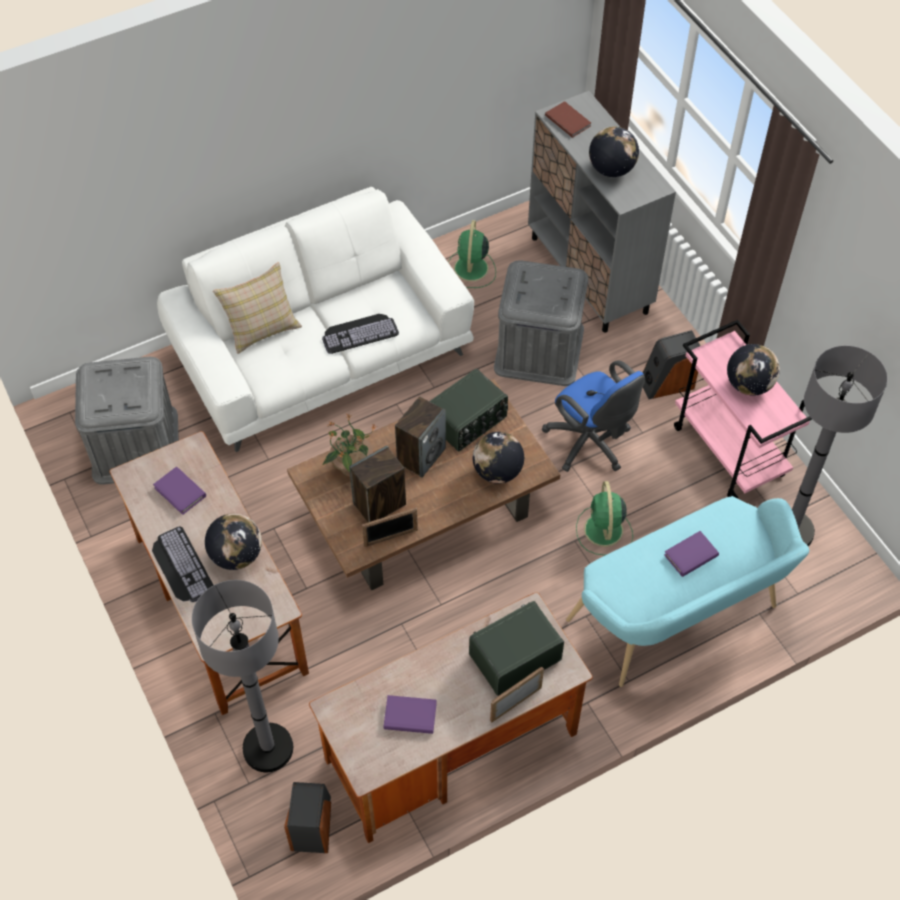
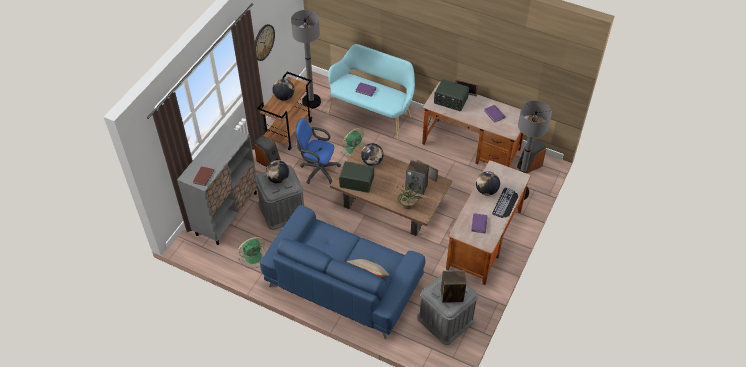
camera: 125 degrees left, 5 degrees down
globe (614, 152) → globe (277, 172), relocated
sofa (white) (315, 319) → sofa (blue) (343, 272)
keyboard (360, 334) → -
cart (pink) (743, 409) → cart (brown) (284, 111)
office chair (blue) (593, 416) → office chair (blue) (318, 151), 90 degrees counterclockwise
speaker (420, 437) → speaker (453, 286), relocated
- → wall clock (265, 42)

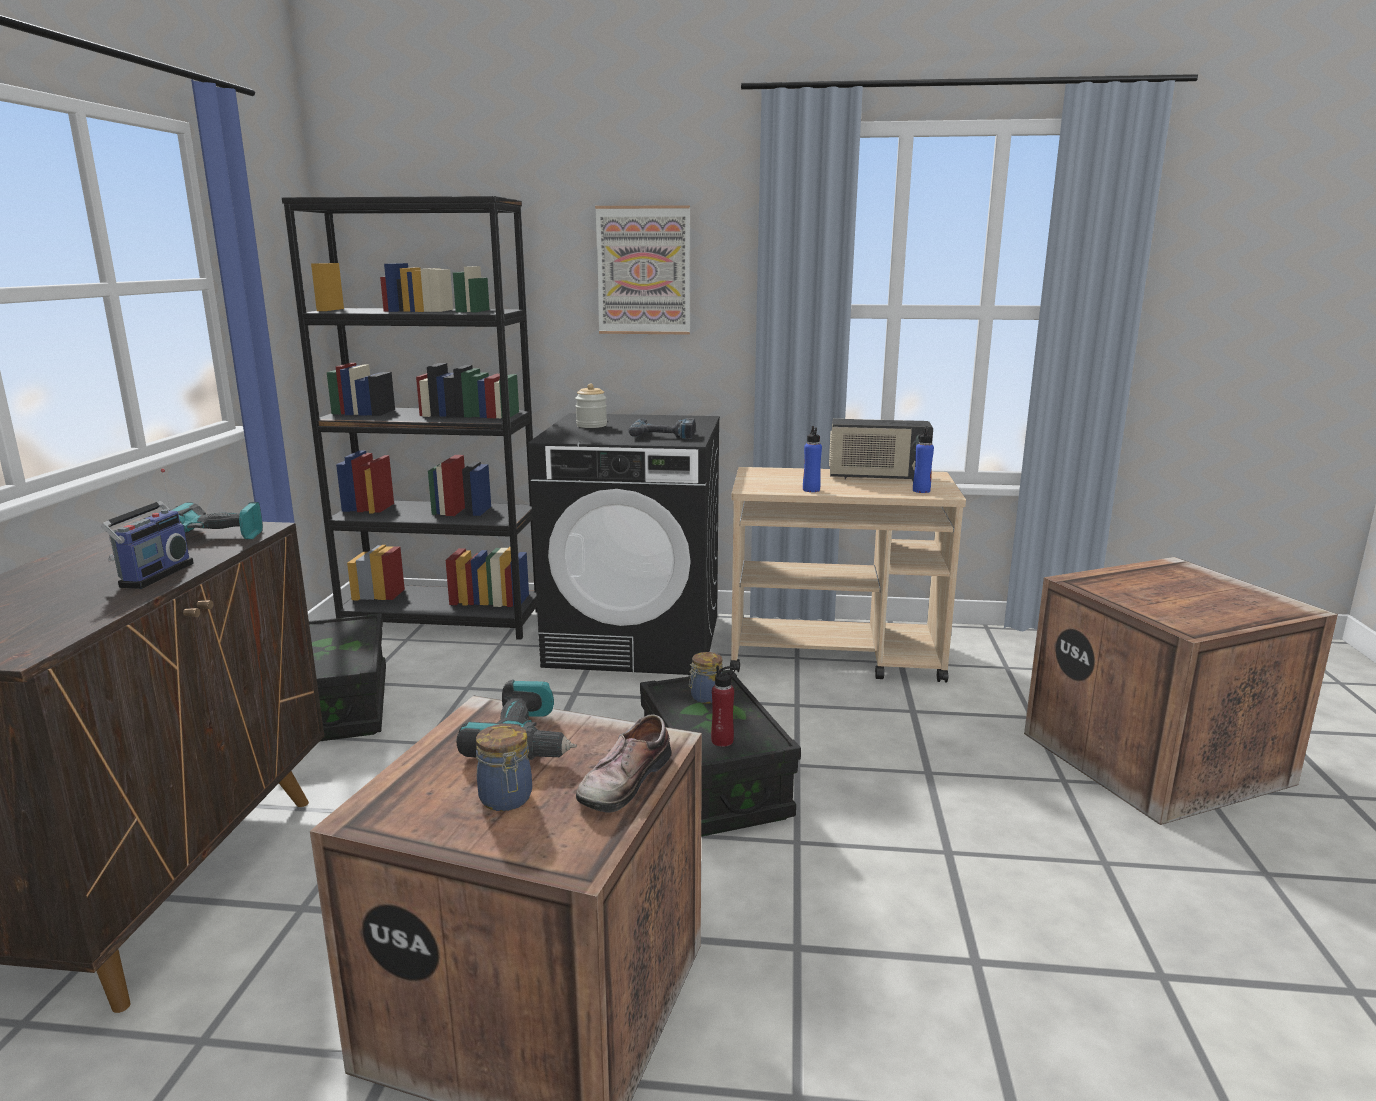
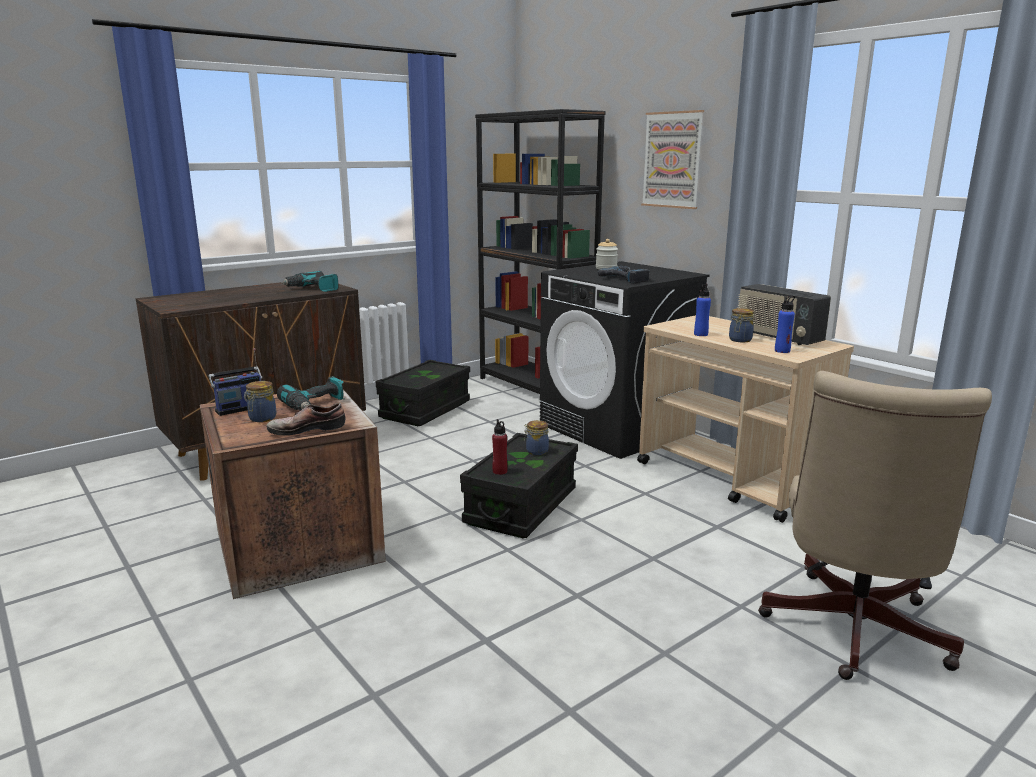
camera: 45 degrees right, 0 degrees up
radio (147, 529) → radio (235, 382), relocated
crate (1181, 691) → office chair (beige) (875, 525)
- → jar (741, 325)

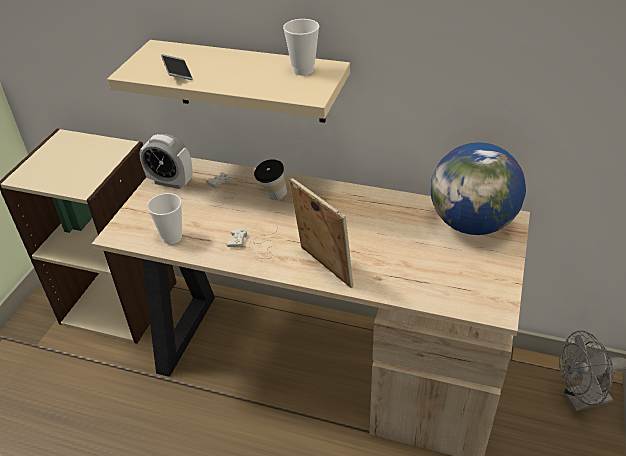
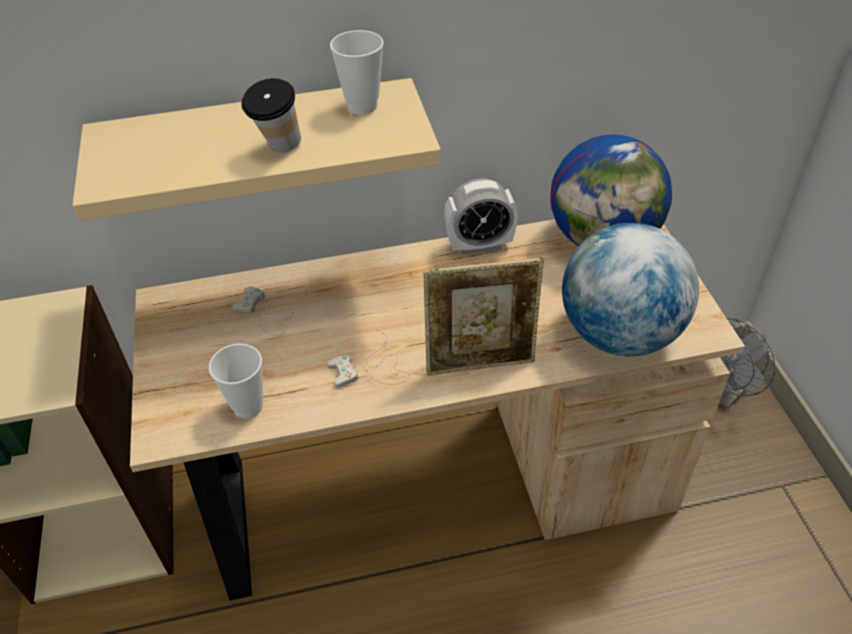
camera: 30 degrees left, 5 degrees up
phone (177, 67) → -
alarm clock (165, 161) → alarm clock (481, 216), relocated
cup (270, 179) → cup (271, 115), relocated
picture frame (321, 232) → picture frame (483, 316), 150 degrees clockwise
- → globe (630, 289)

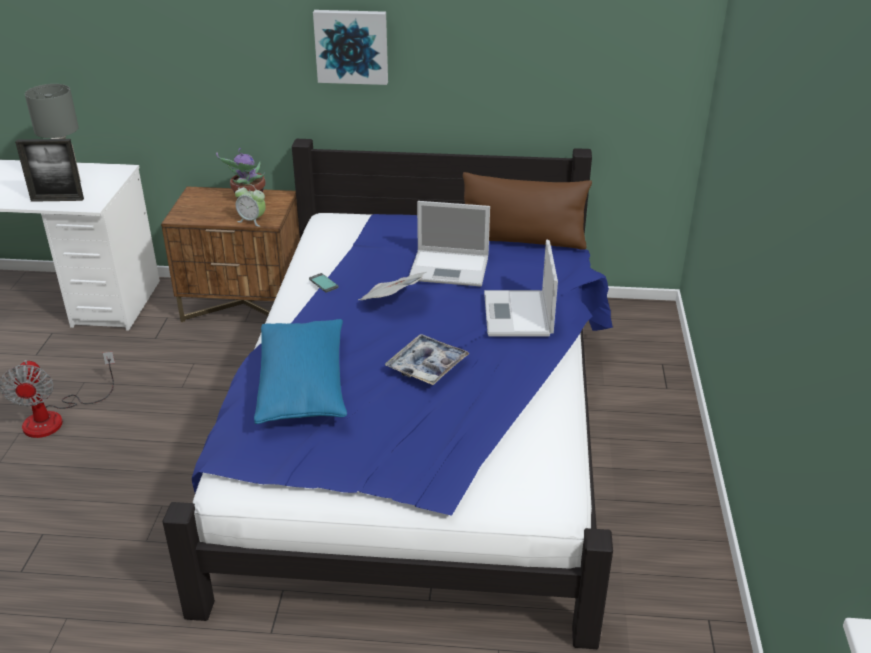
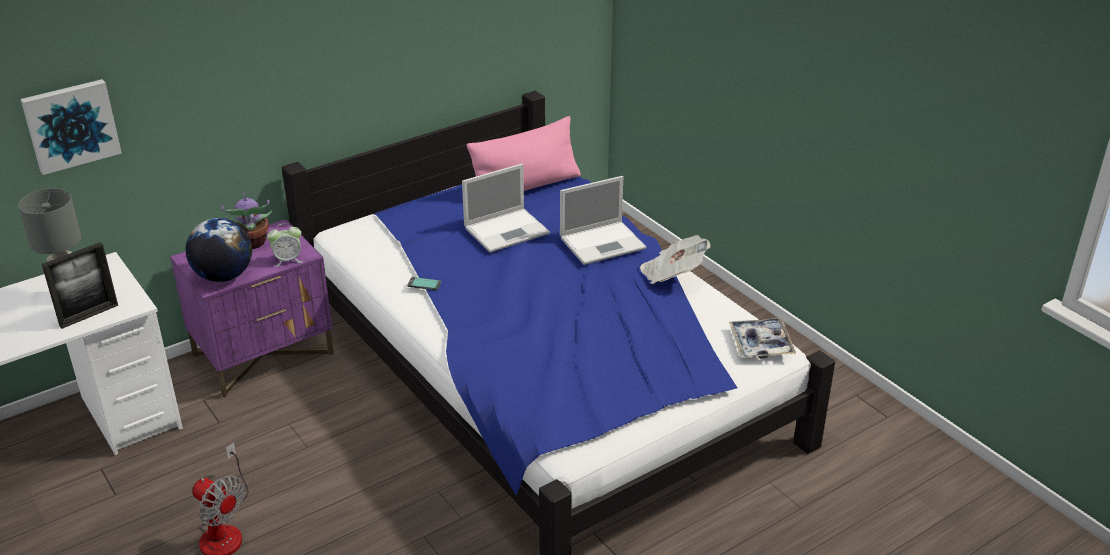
camera: 40 degrees left, 0 degrees up
picture (350, 47) → picture (71, 127), relocated
pillow (brown) (527, 210) → pillow (pink) (524, 153)
nightstand (brown) (230, 255) → nightstand (purple) (252, 308)
laptop (521, 287) → laptop (603, 220), 75 degrees counterclockwise
newspaper (392, 286) → newspaper (675, 259), relocated
pillow (blue) (300, 371) → -
tray (427, 359) → tray (762, 338), relocated
- → globe (219, 250)

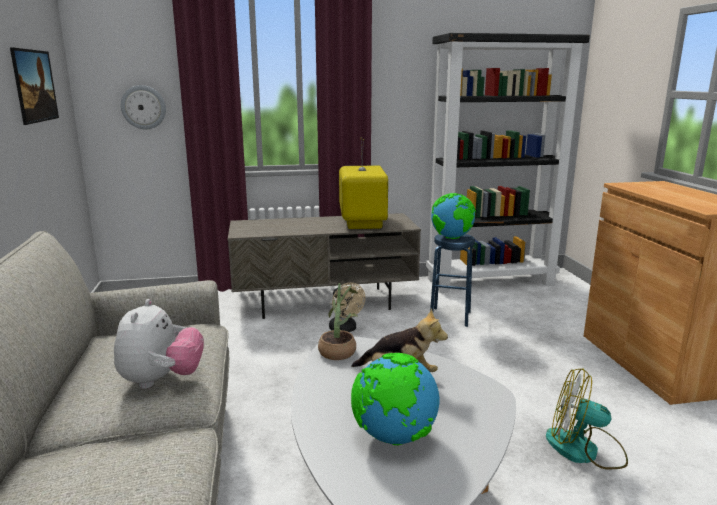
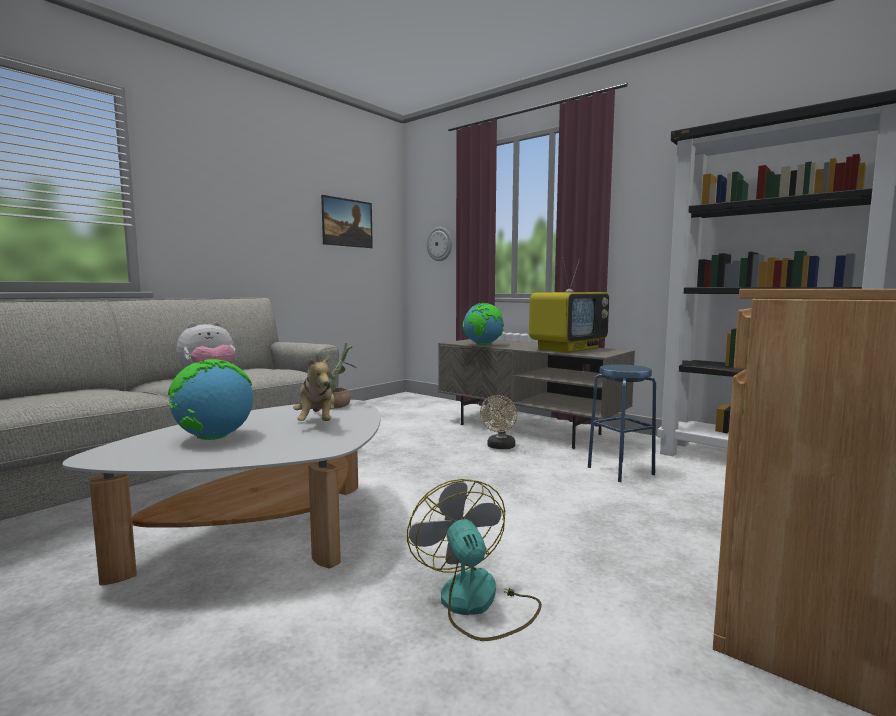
camera: 50 degrees right, 10 degrees down
globe (453, 216) → globe (483, 324), relocated

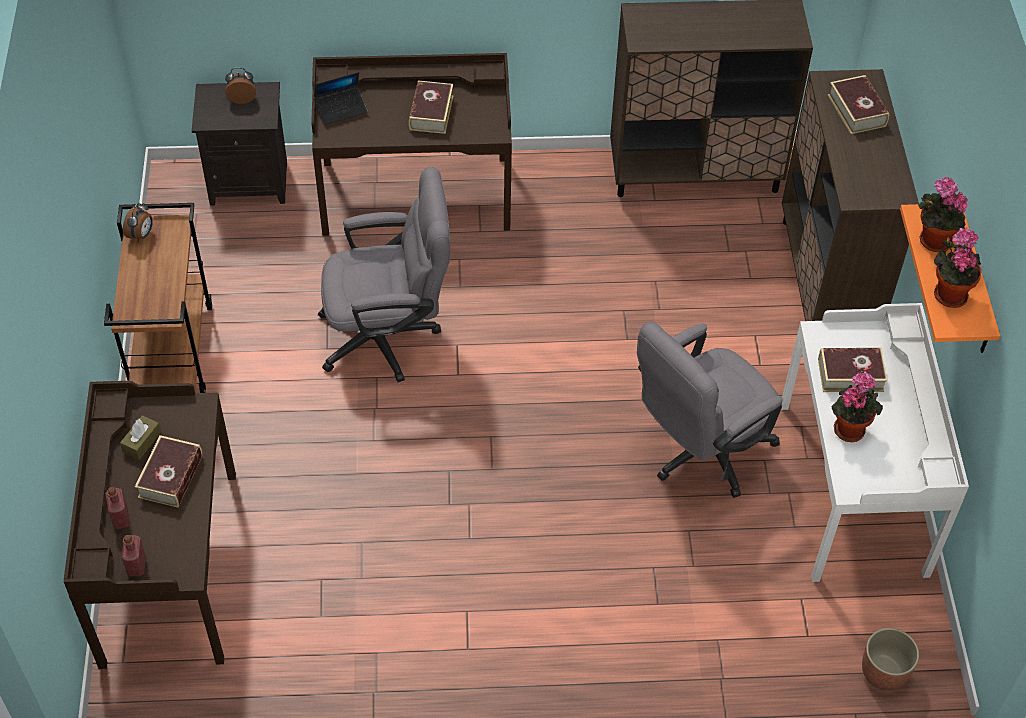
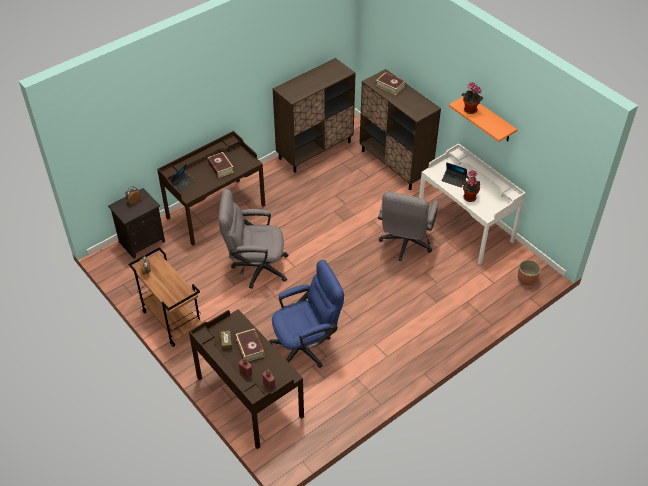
camera: 35 degrees left, 5 degrees down
office chair (grey) (384, 274) → office chair (grey) (253, 239), 135 degrees counterclockwise
potted plant (958, 267) → -
book (853, 370) → laptop (454, 175)
- → office chair (blue) (306, 314)

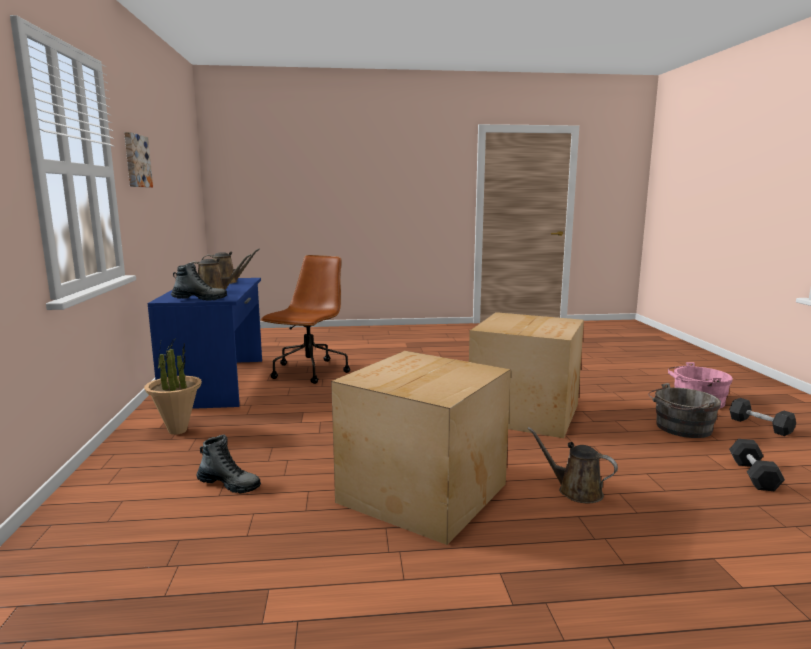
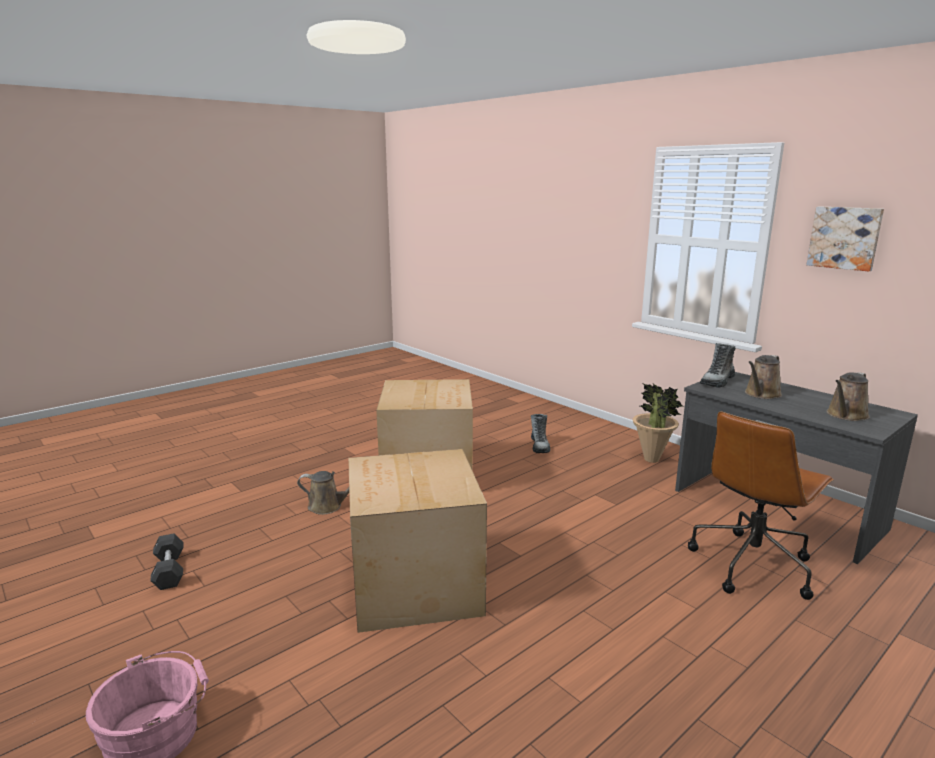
camera: 145 degrees right, 5 degrees up
office chair (brown) (305, 319) → office chair (brown) (761, 505), 60 degrees clockwise
desk (blue) (205, 343) → desk (grey) (796, 468)
bucket (grey) (684, 410) → -
dumbbell (black) (762, 417) → -
boot (229, 463) → boot (540, 433), 75 degrees counterclockwise

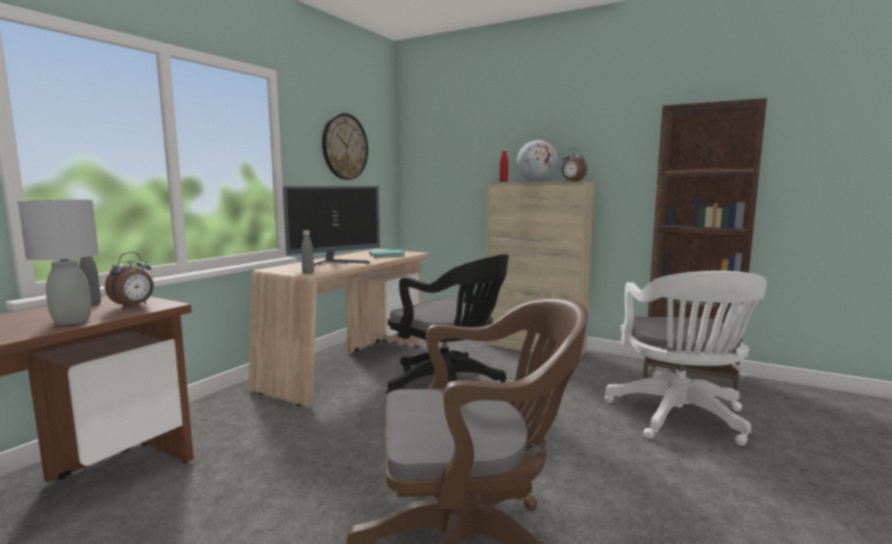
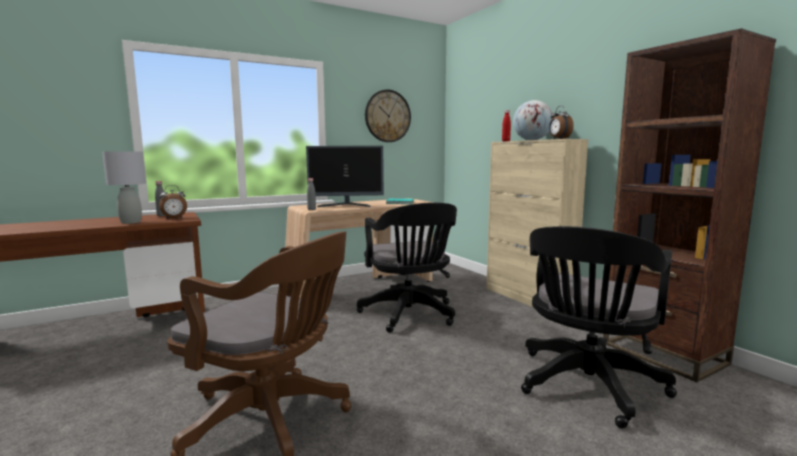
camera: 30 degrees right, 0 degrees up
office chair (white) (686, 358) → office chair (black) (599, 327)

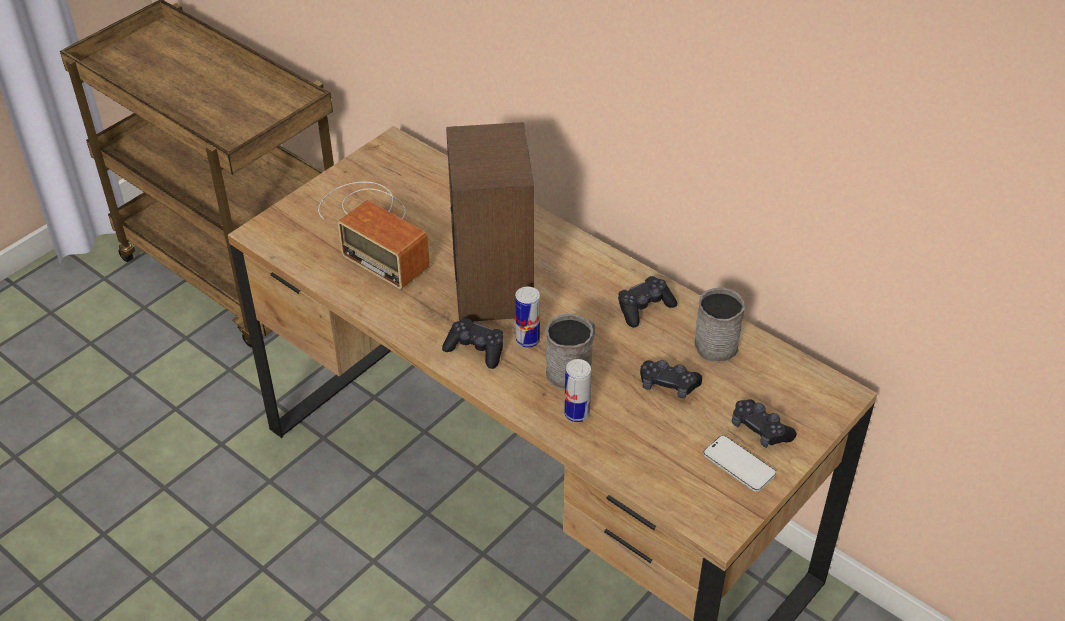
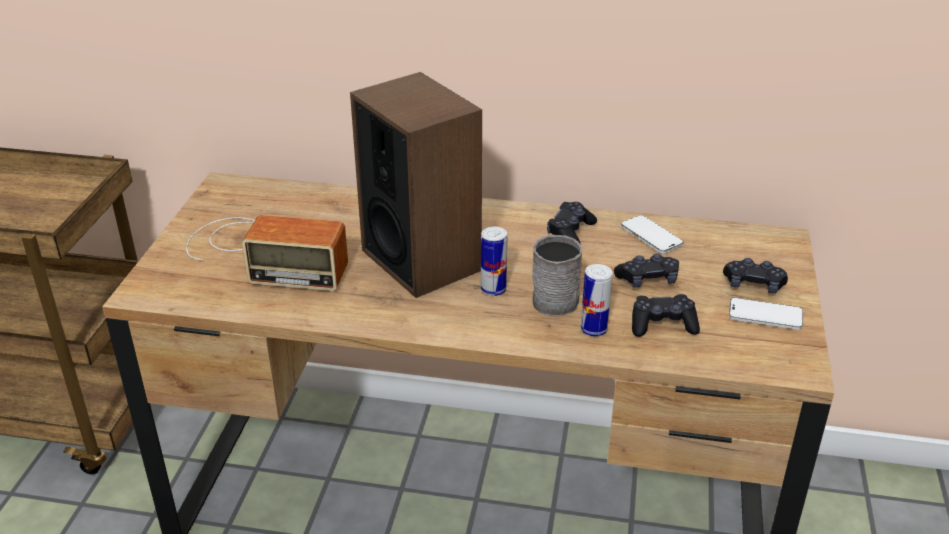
camera: 30 degrees left, 10 degrees down
mug (grey) (719, 325) → phone (652, 234)
game controller (black) (472, 343) → game controller (black) (666, 315), relocated

